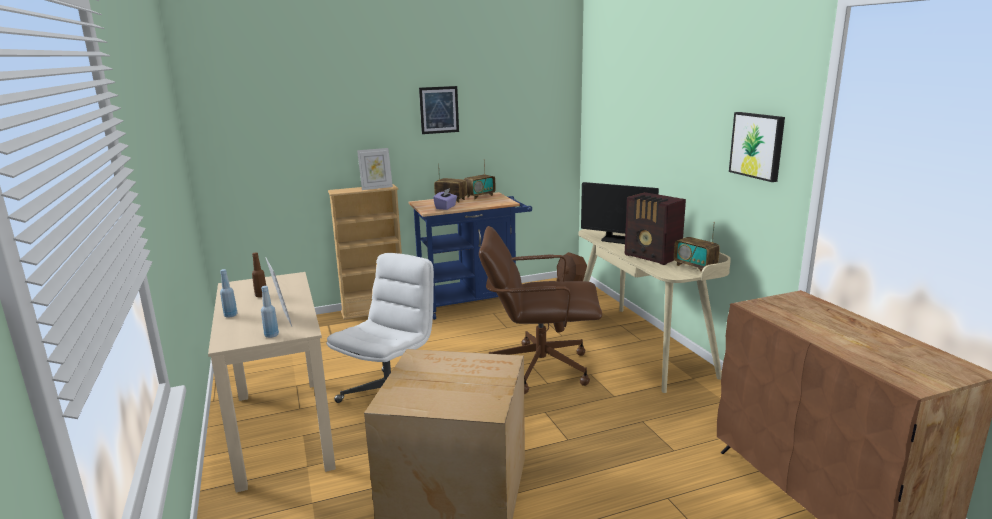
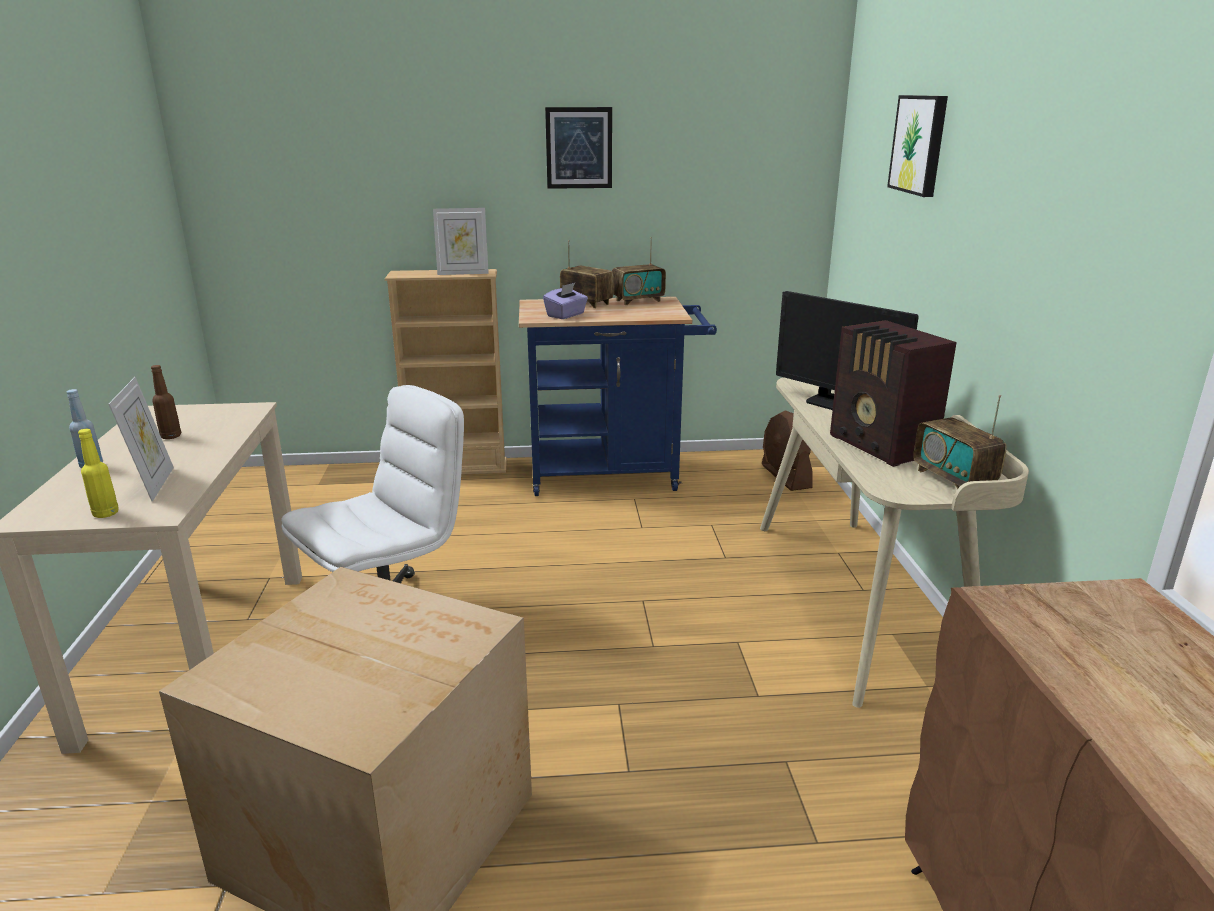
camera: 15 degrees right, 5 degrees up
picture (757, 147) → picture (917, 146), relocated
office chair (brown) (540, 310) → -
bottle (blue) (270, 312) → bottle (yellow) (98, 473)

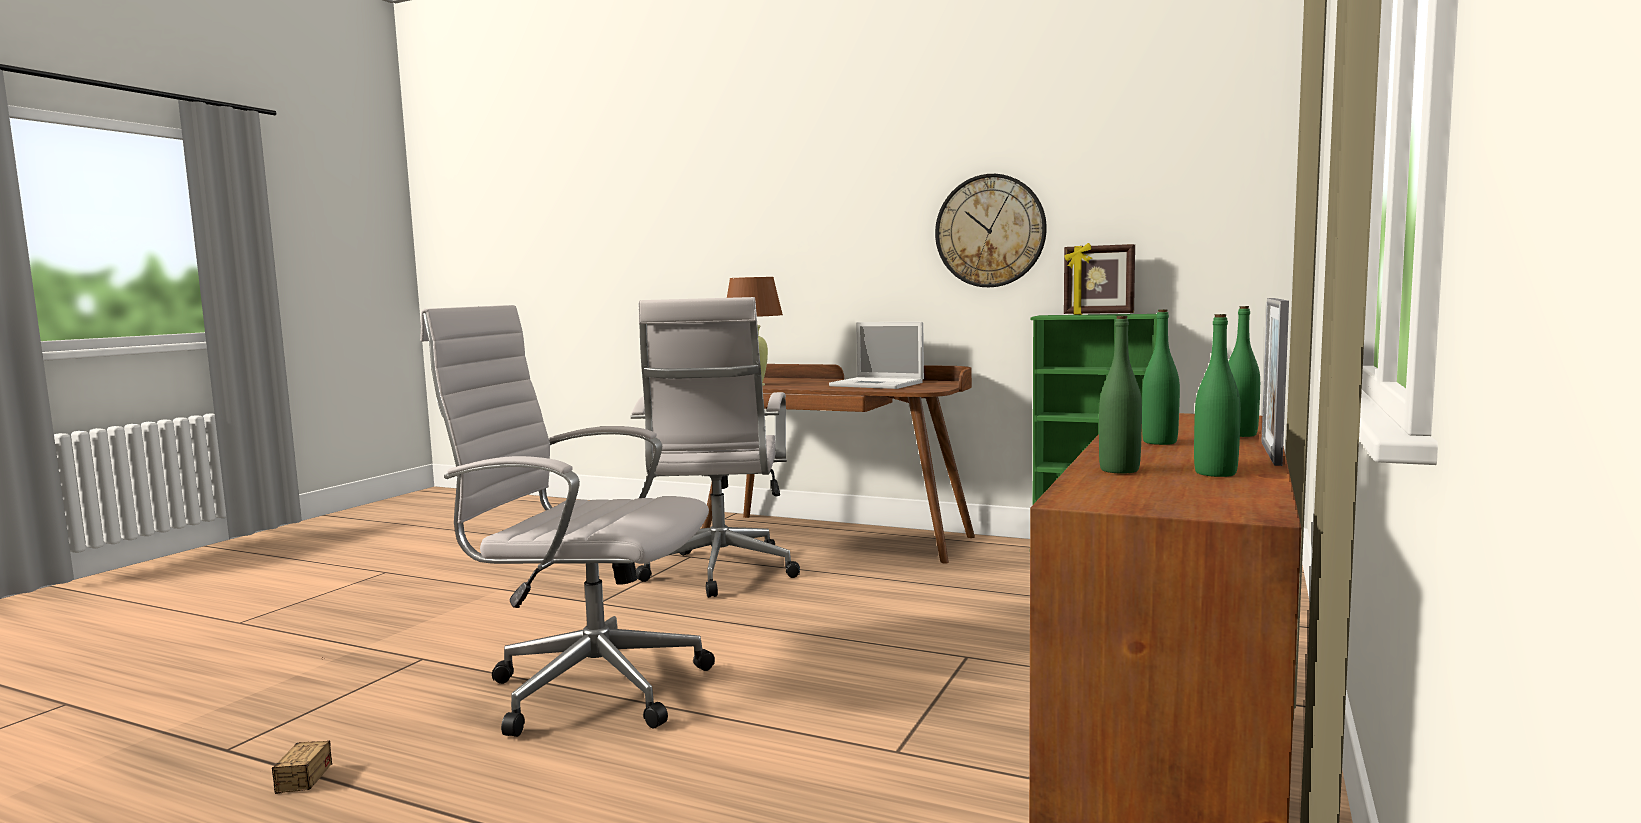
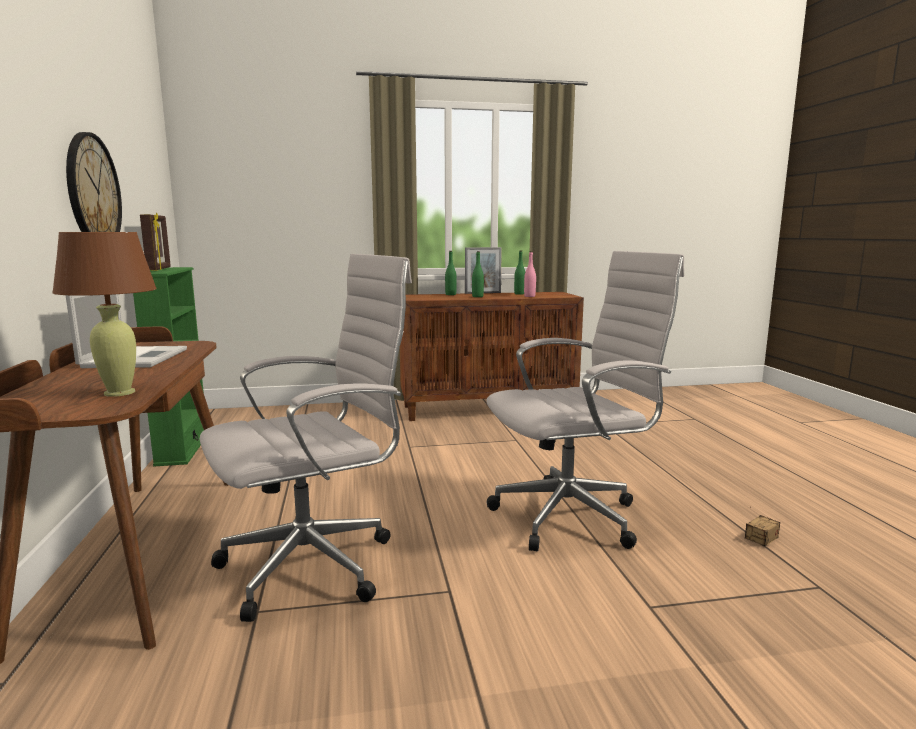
camera: 125 degrees left, 5 degrees up
office chair (white) (567, 521) → office chair (white) (585, 401), 90 degrees counterclockwise
bottle (green) (1120, 395) → bottle (pink) (530, 274)

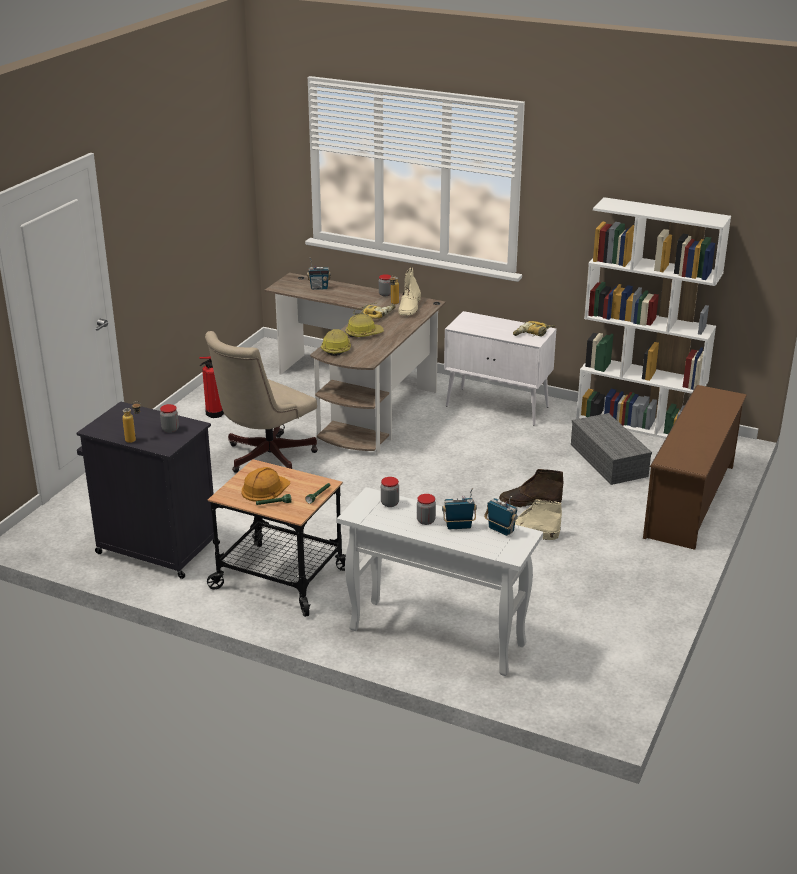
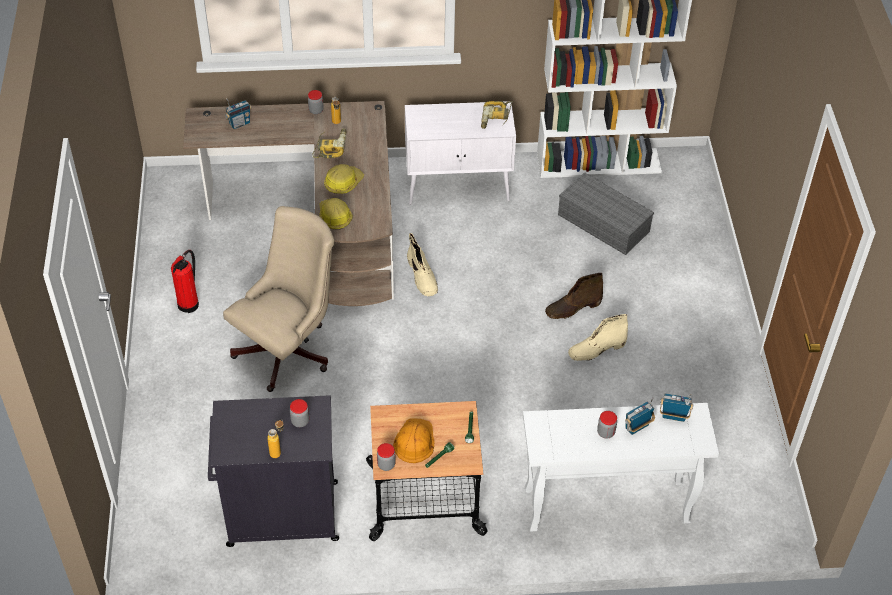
camera: 30 degrees left, 20 degrees up
boot (beige) (410, 291) → boot (beige) (422, 264), relocated
office chair (beige) (261, 402) → office chair (beige) (279, 299), 150 degrees counterclockwise
shoe rack (brown) (695, 467) → -
jar (390, 492) → jar (386, 457), relocated

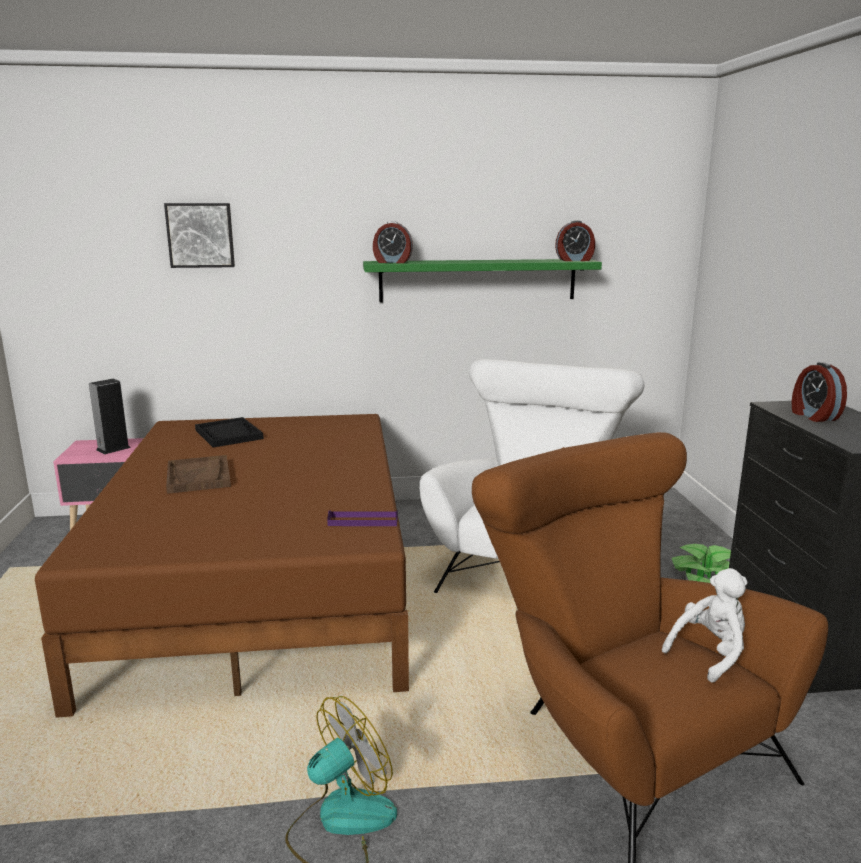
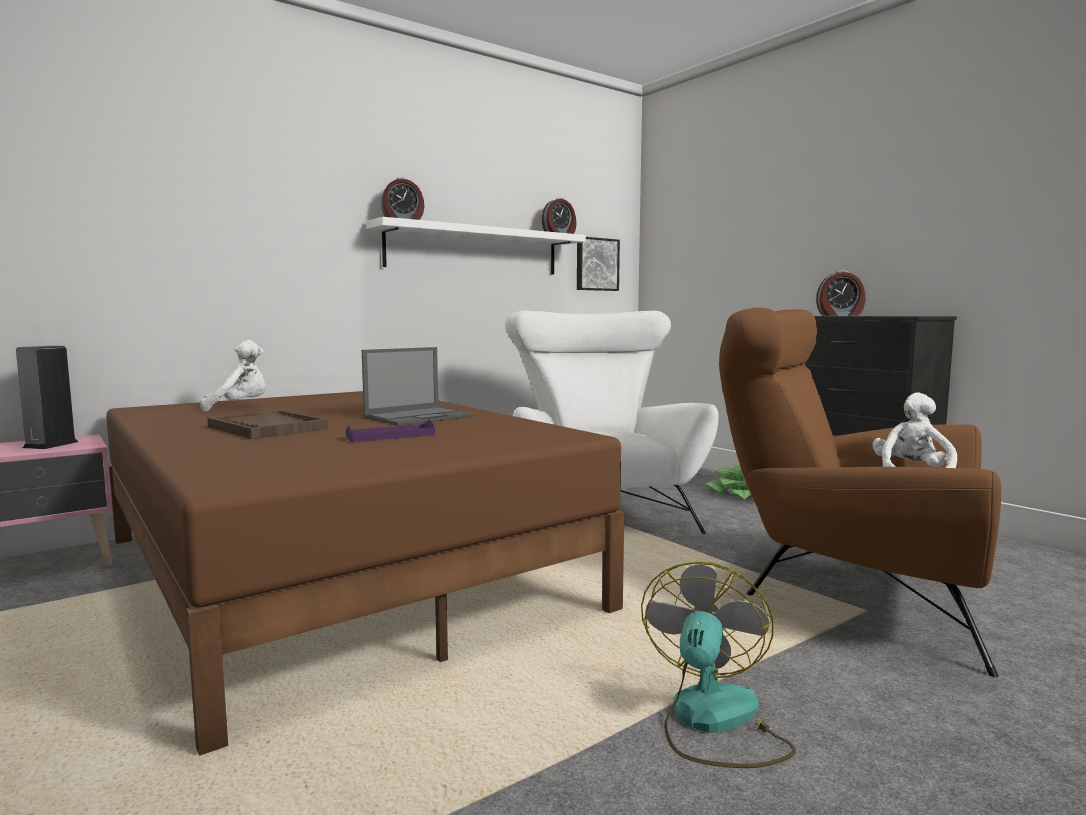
camera: 30 degrees left, 10 degrees down
picture (199, 235) → picture (598, 264), relocated
shelf (green) (482, 280) → shelf (white) (476, 246)
alarm clock (819, 392) → alarm clock (840, 293), 45 degrees counterclockwise
tray (black) (229, 432) → plush toy (white) (233, 376)
tray (purple) (362, 518) → tray (purple) (390, 430), relocated
- → laptop (417, 386)

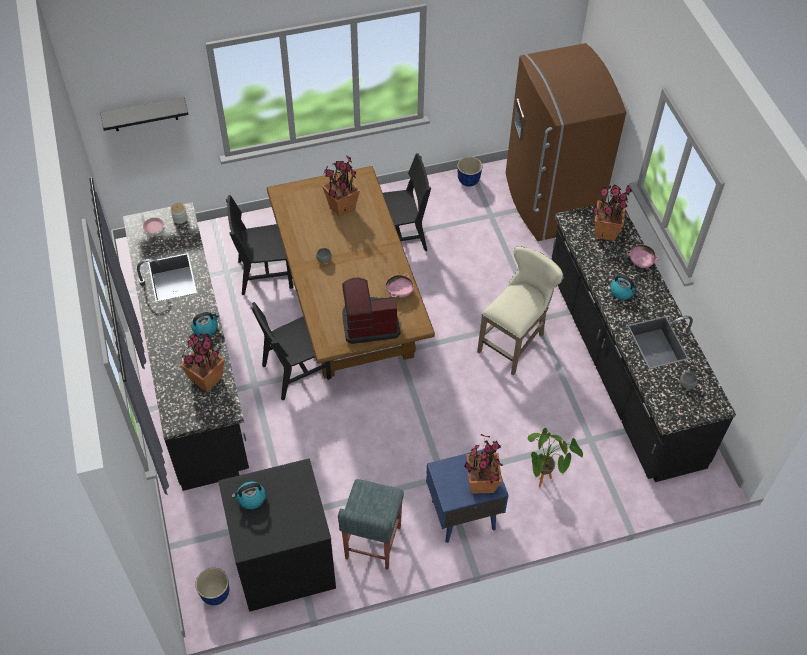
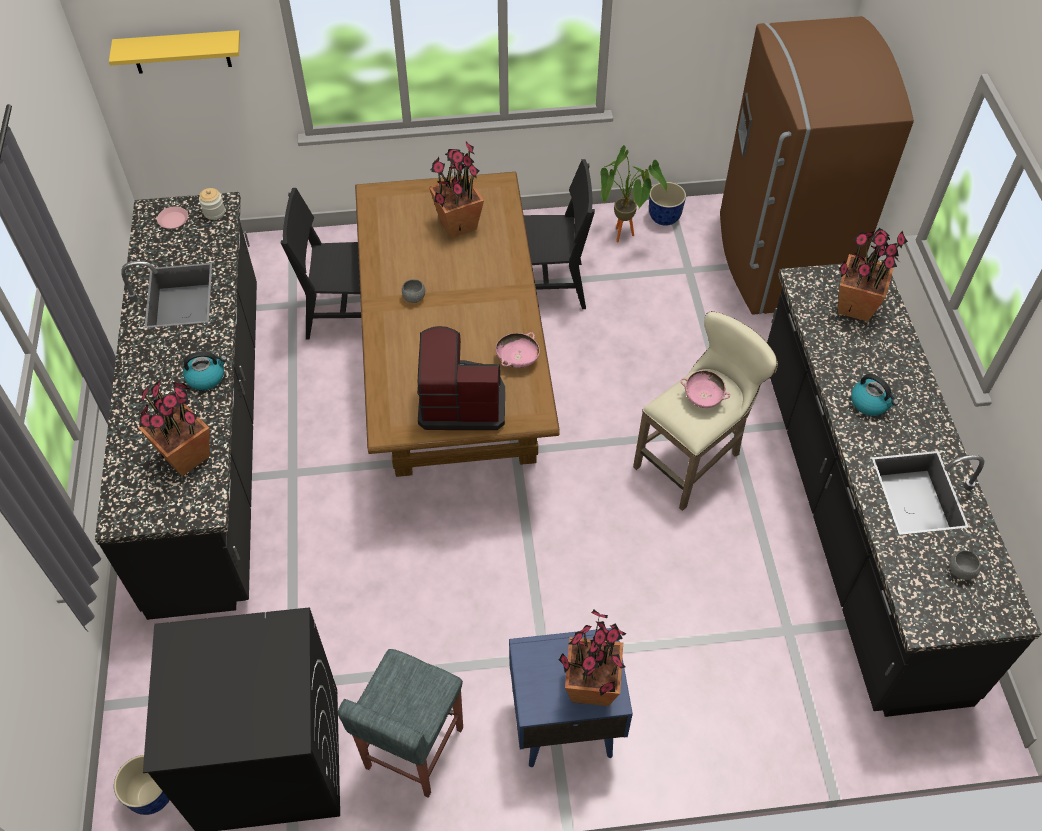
camera: 10 degrees right, 0 degrees up
shelf (black) (144, 114) → shelf (yellow) (174, 52)
bowl (pink) (643, 256) → bowl (pink) (705, 389), relocated
chair (black) (291, 351) → -
potted plant (555, 457) → potted plant (633, 193), relocated
kettle (248, 495) → -

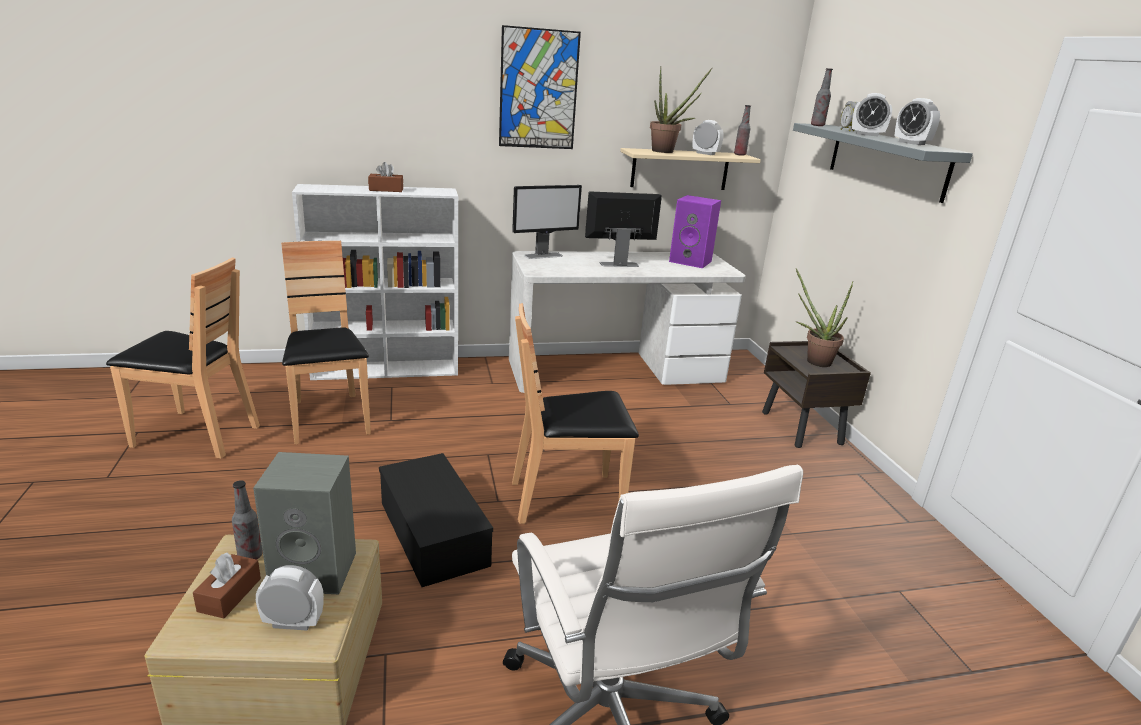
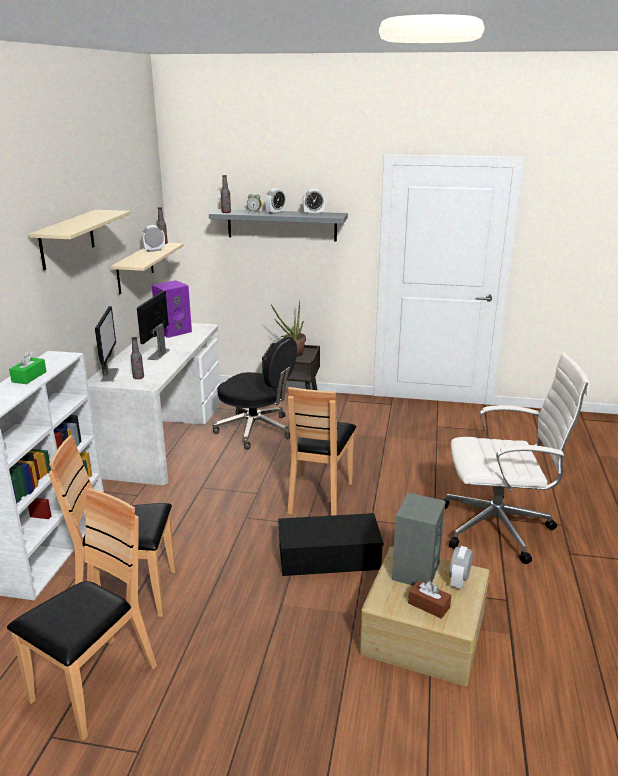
camera: 65 degrees left, 0 degrees up
picture (540, 87) → shelf (beige) (80, 240)
potted plant (681, 110) → -
tissue box (brown) (385, 177) → tissue box (green) (28, 367)
bottle (247, 520) → bottle (137, 358), relocated
- → office chair (black) (254, 393)

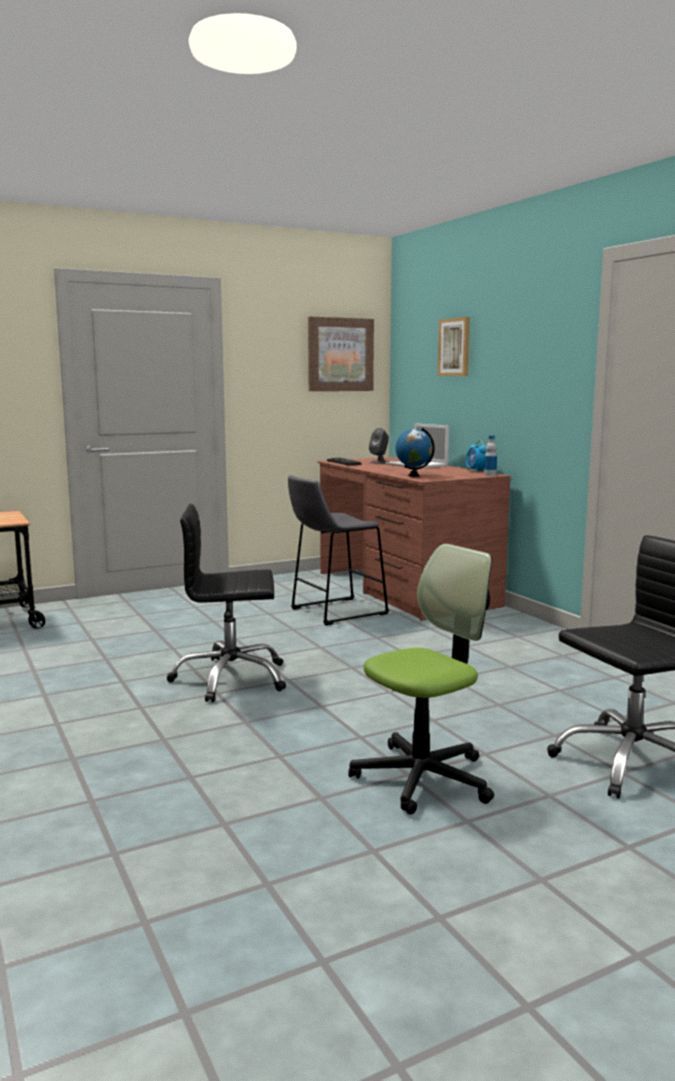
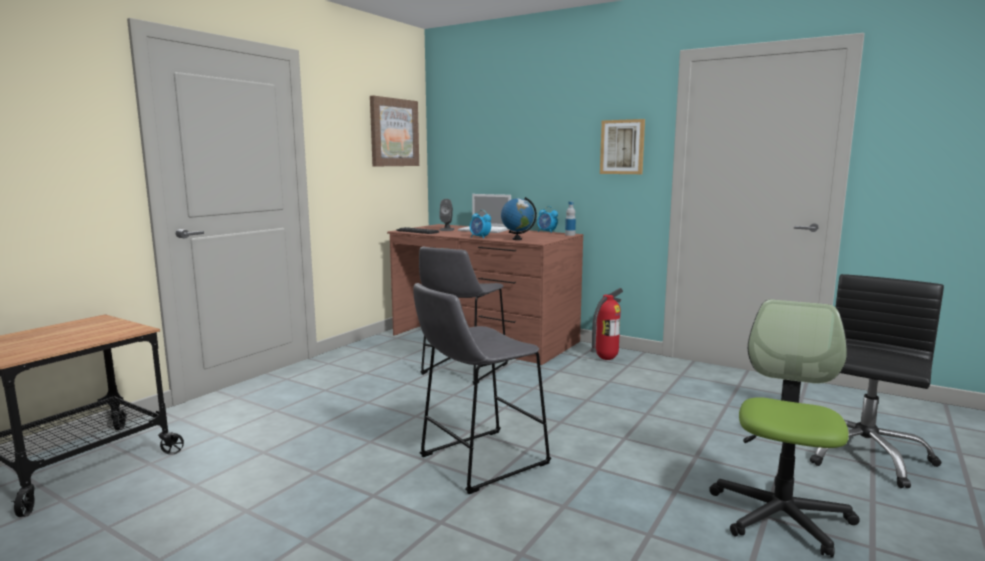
camera: 30 degrees left, 0 degrees up
picture (453, 346) → picture (622, 146), relocated
office chair (black) (226, 603) → stool (grey) (482, 388)
- → alarm clock (480, 224)
- → fire extinguisher (607, 324)

